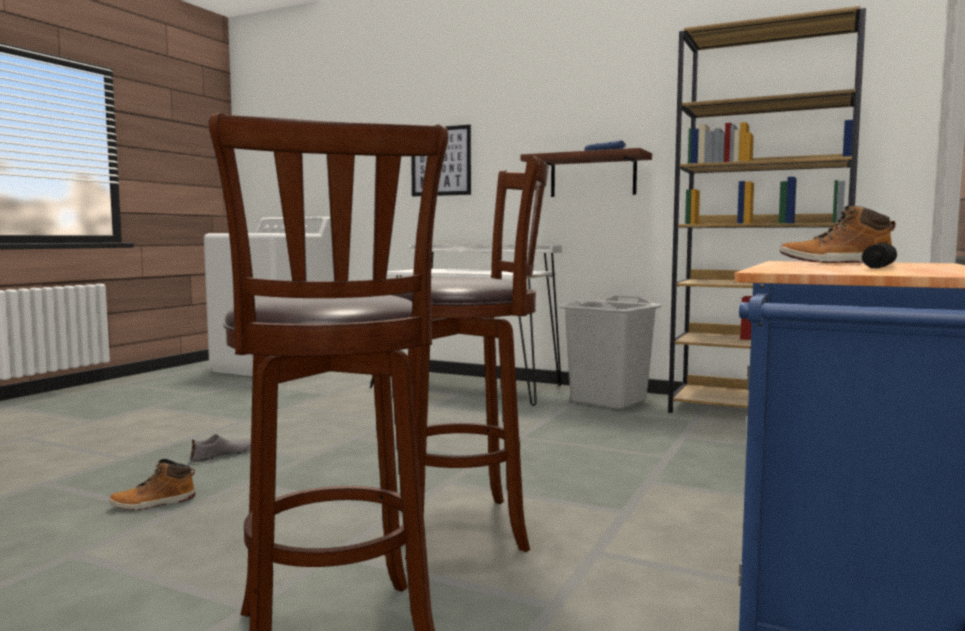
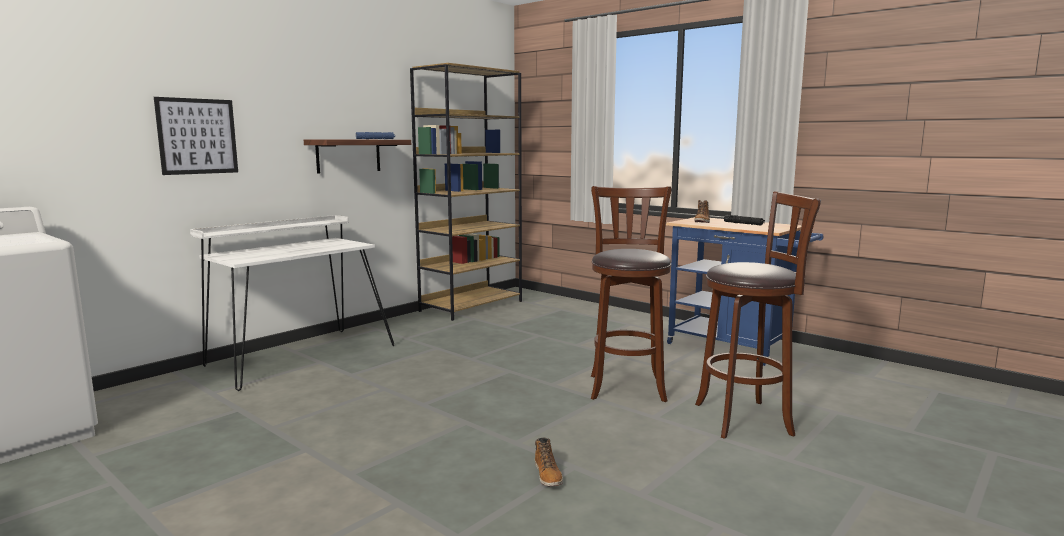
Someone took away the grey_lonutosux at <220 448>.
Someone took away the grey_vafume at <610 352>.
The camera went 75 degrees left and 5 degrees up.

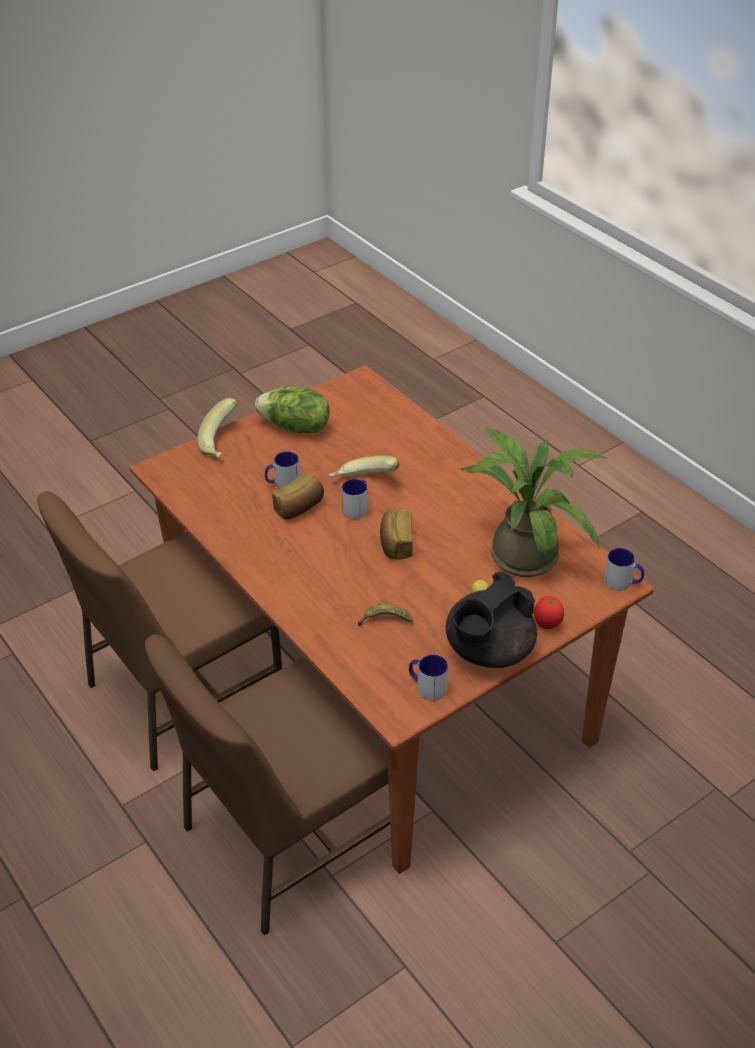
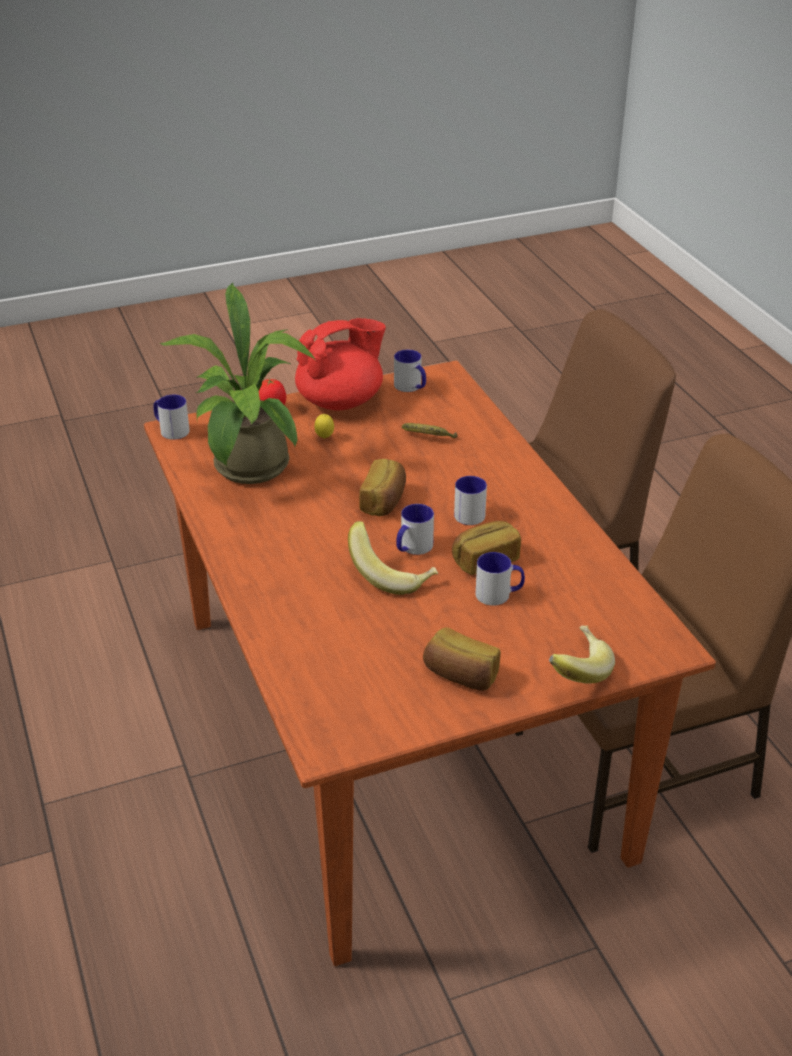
Someone swapped the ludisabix at <292 410> for the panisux at <462 659>.
Someone repainted the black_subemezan at <491 620>, which became the red_subemezan at <340 364>.
Someone put down the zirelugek at <470 500>.
The camera went 165 degrees left and 5 degrees down.

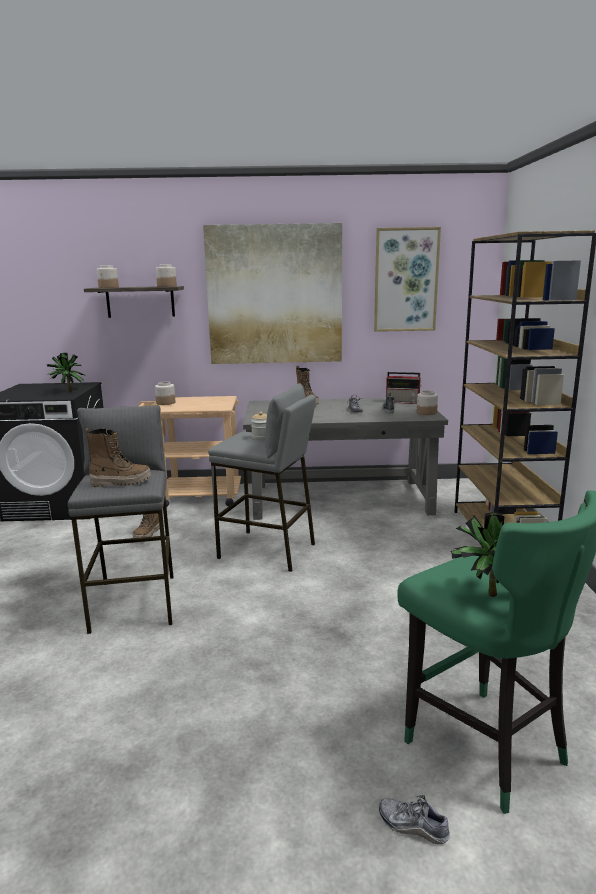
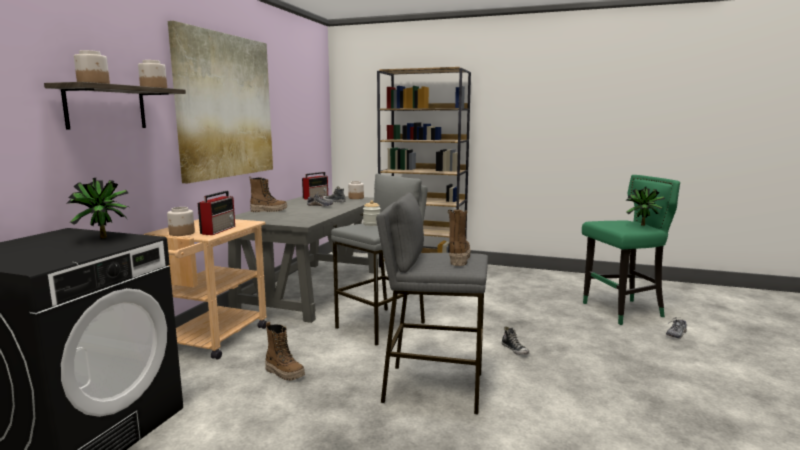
Someone took away the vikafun at <407 279>.
Someone put down the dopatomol at <216 213>.
Someone put down the lonutosux at <515 340>.
The camera went 70 degrees left and 5 degrees down.

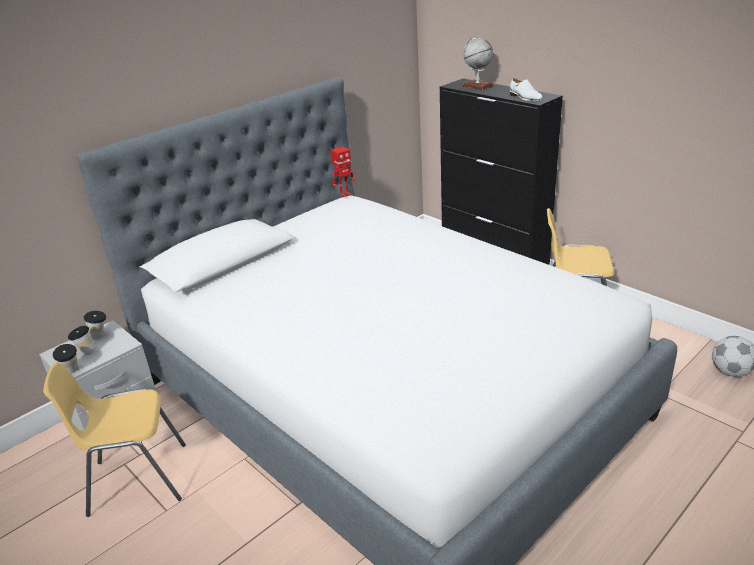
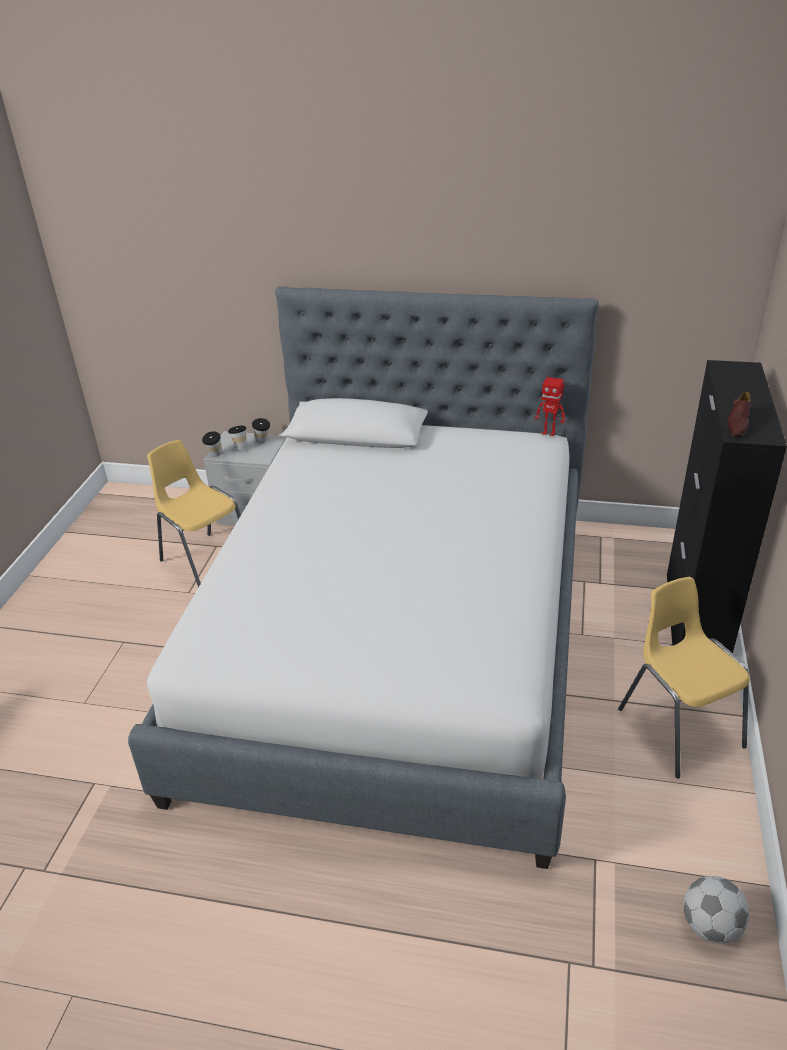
Someone took away the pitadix at <478 63>.
Someone repainted the white_lonutosux at <526 89>, which became the brown_lonutosux at <739 414>.
The camera went 55 degrees right and 5 degrees up.

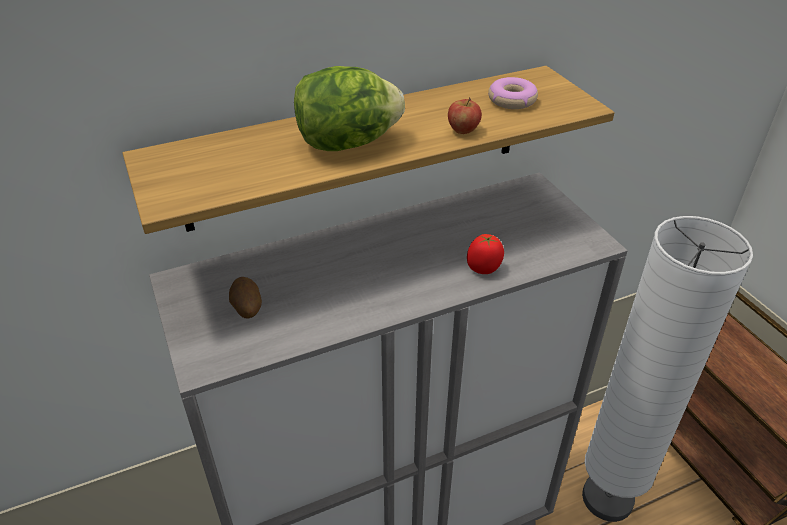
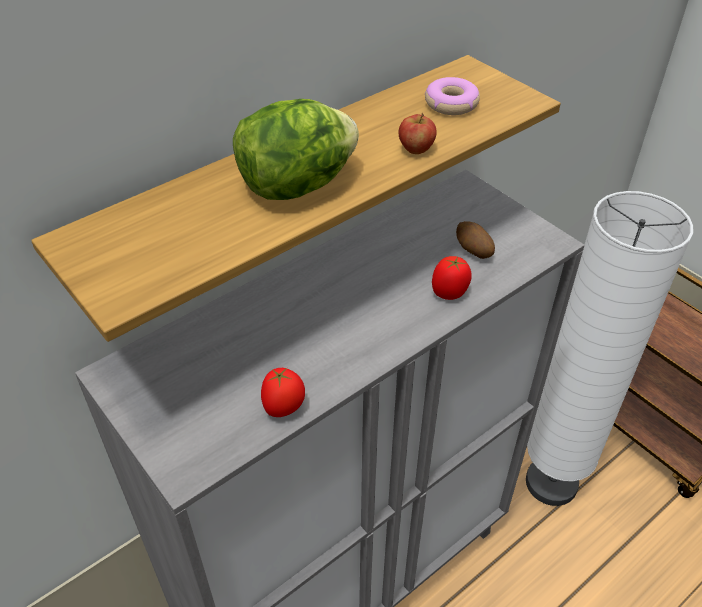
Someone carried the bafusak from <245 297> to <475 240>.
Someone put down the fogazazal at <283 392>.
The camera went 15 degrees left and 5 degrees up.

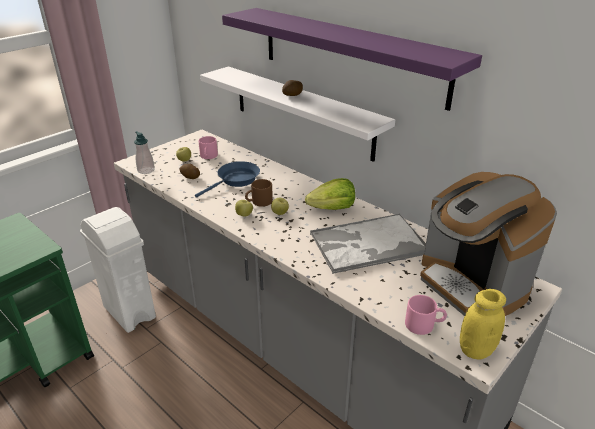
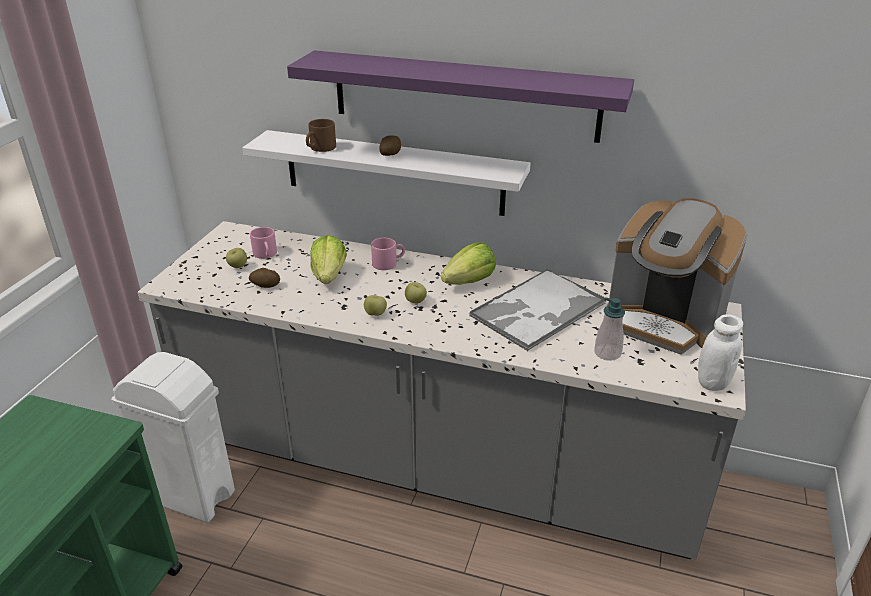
Someone carried the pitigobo from <144 152> to <609 329>.
Someone swapped the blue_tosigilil at <227 179> for the ludisabix at <328 259>.
Someone carried the brown_zirelugek from <259 193> to <321 135>.
Someone carried the pink_zirelugek from <426 315> to <388 254>.
Someone repainted the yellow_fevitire at <483 324>, which became the white_fevitire at <720 352>.
The camera went 25 degrees left and 0 degrees up.

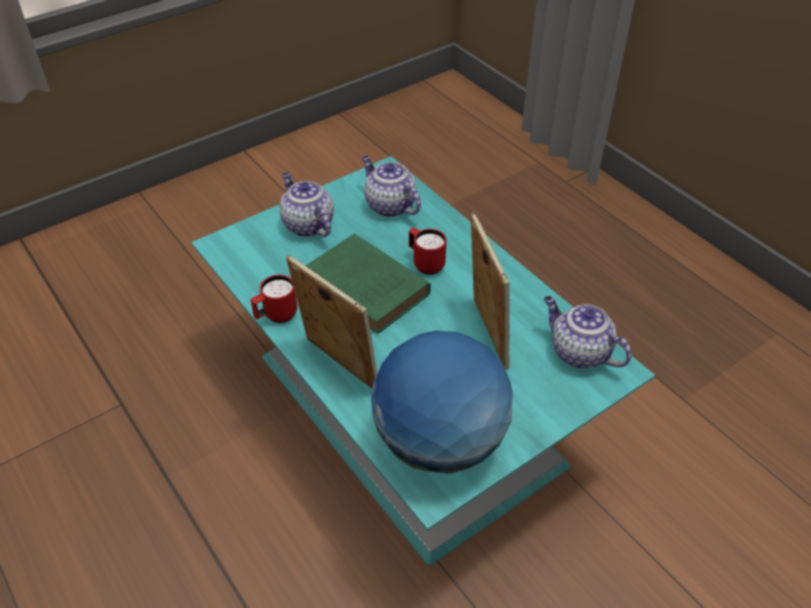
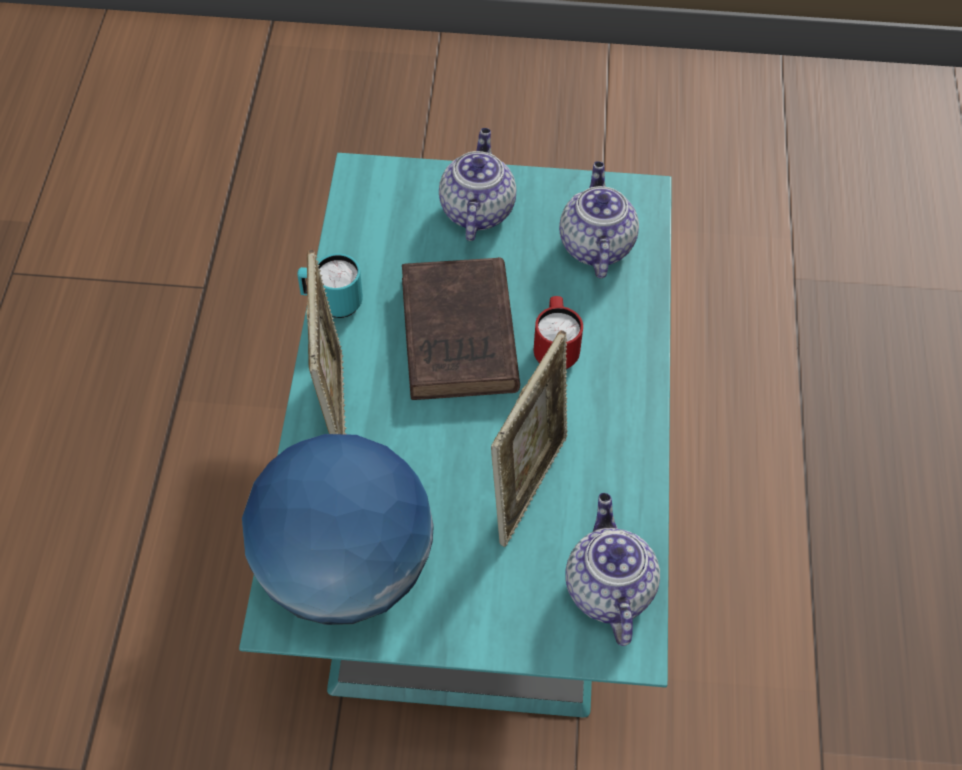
Someone repainted the red_zirelugek at <273 299>, which became the turquoise_zirelugek at <330 286>.
Someone repainted the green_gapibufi at <368 284>, which became the brown_gapibufi at <461 328>.
The camera went 40 degrees right and 10 degrees up.

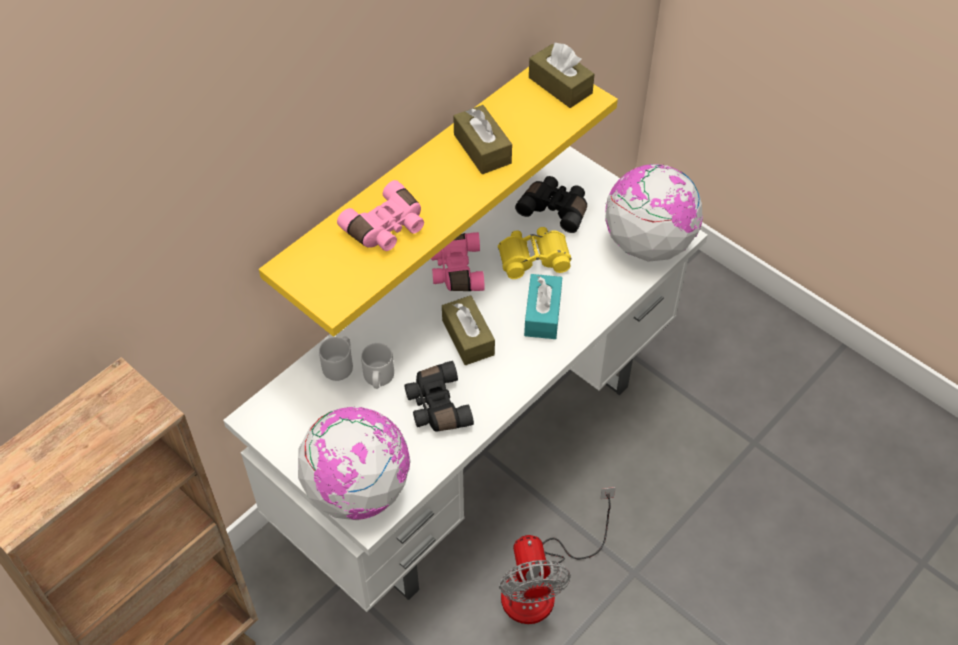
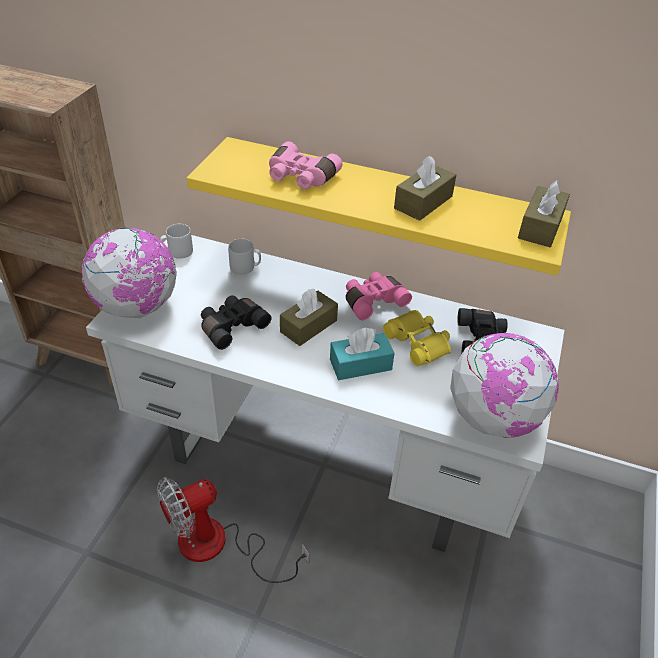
Someone carried the grey_zirelugek from <377 366> to <176 241>.
The camera went 65 degrees right and 10 degrees down.

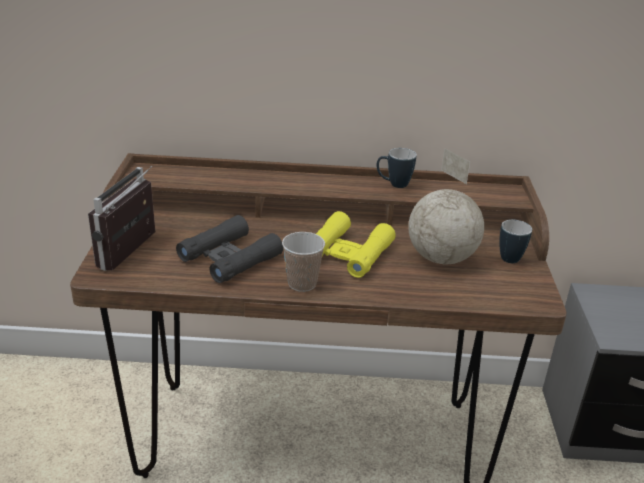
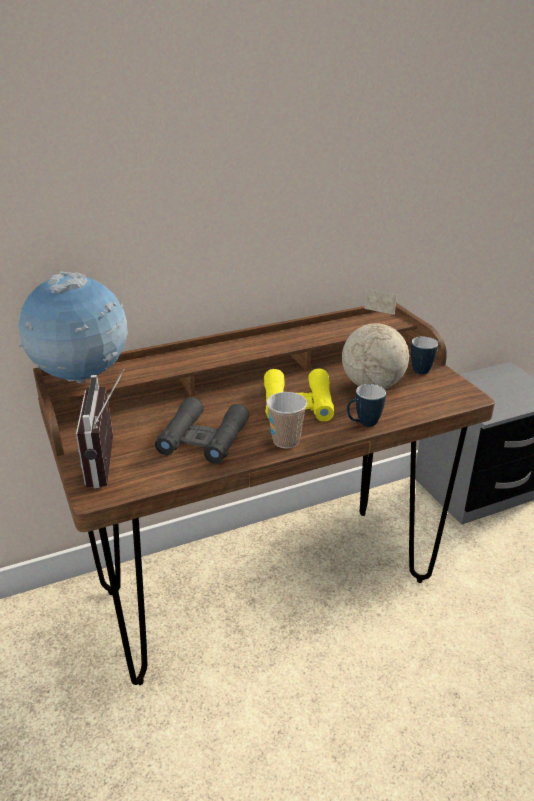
Someone carried the zirelugek from <396 168> to <366 405>.
Someone put down the pitadix at <73 327>.
The camera went 25 degrees left and 0 degrees up.

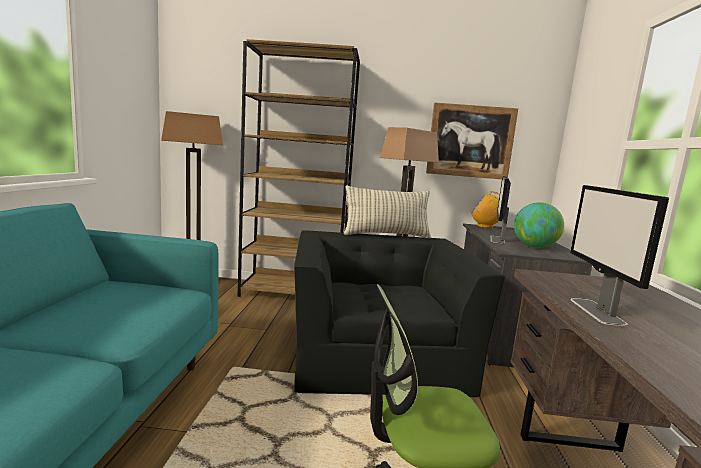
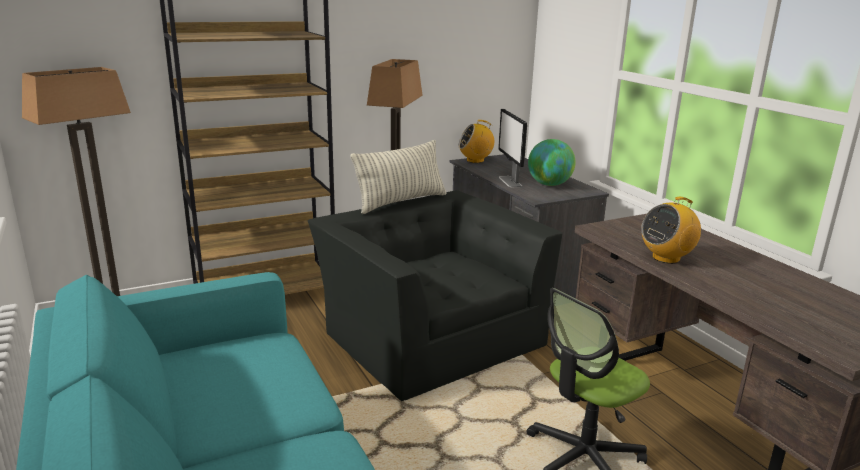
Someone took away the vikafun at <472 140>.
Someone swapped the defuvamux at <619 255> for the dopatomol at <671 230>.
The camera went 30 degrees left and 10 degrees up.

